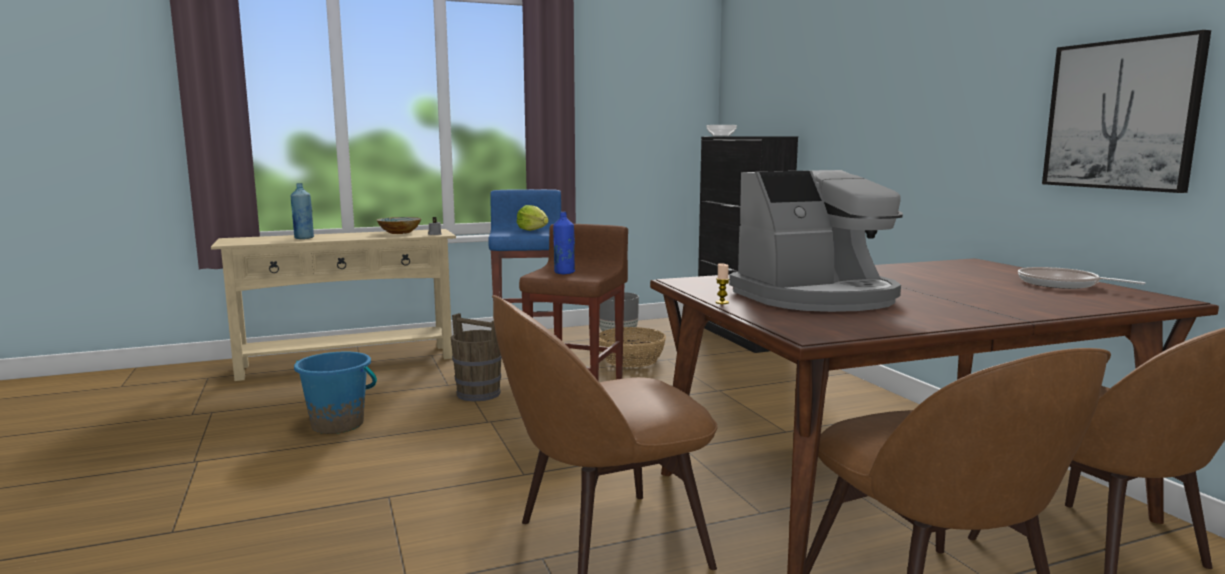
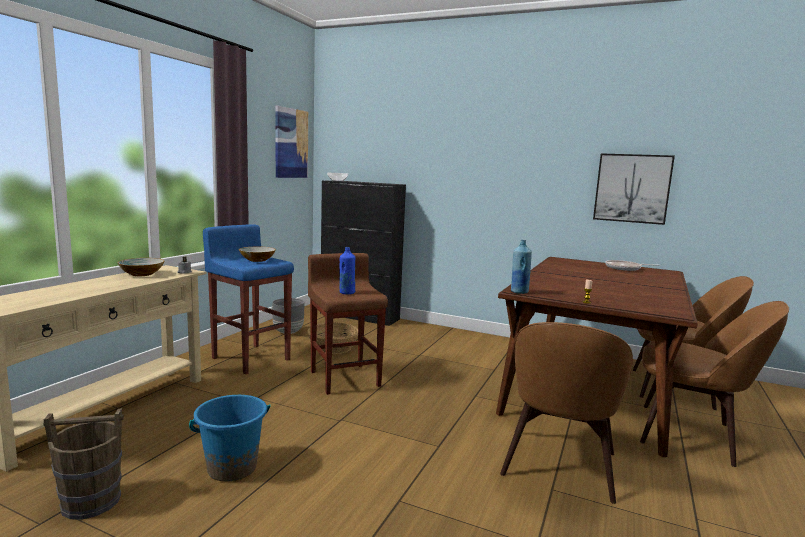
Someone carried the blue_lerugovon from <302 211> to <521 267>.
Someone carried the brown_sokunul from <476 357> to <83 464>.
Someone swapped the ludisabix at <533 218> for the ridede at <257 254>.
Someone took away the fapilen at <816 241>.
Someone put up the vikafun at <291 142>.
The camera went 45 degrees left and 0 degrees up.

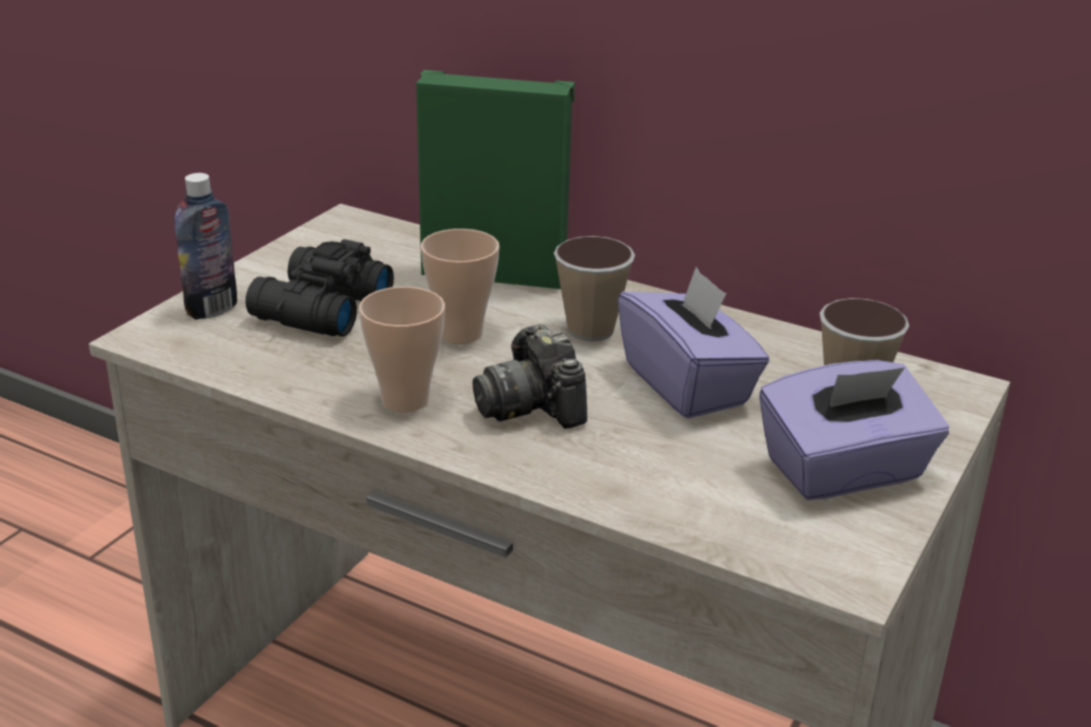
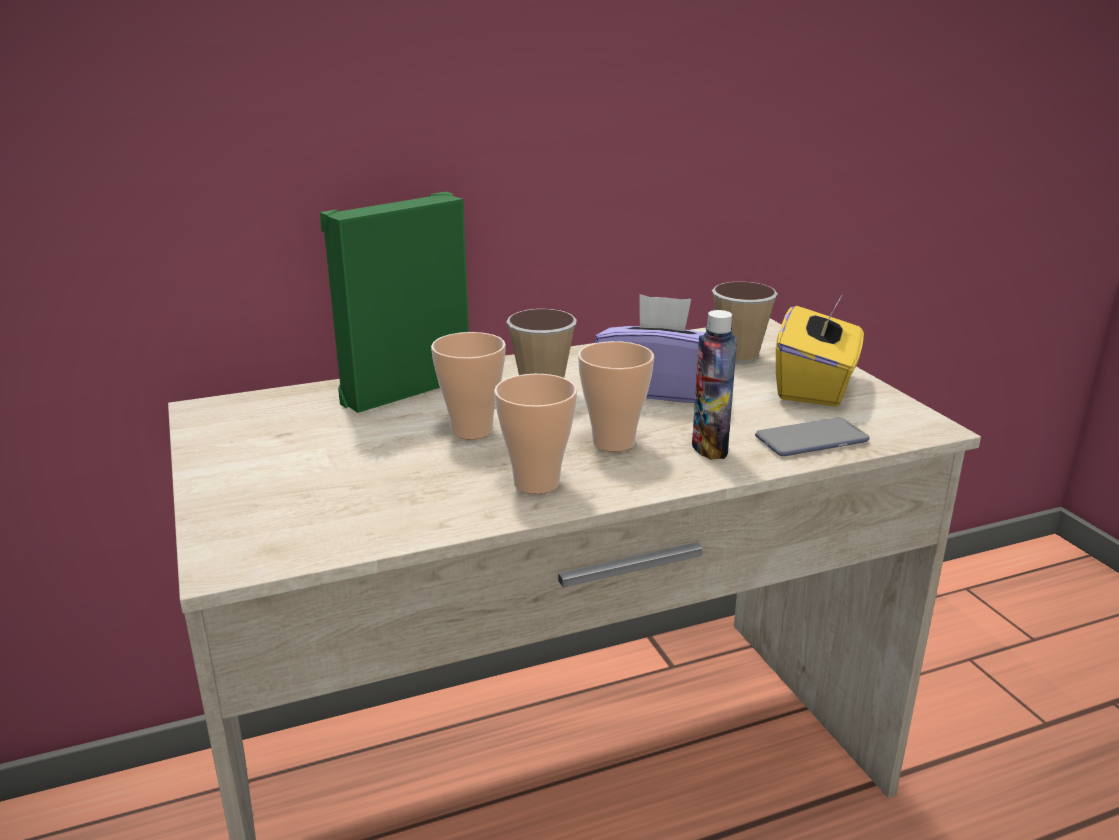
Someone carried the lerugovon from <206 246> to <714 385>.
Someone took away the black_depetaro at <320 288>.
Someone swapped the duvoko at <529 376> for the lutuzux at <616 396>.
Someone repainted the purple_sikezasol at <854 430>, which became the yellow_sikezasol at <820 350>.
Someone put down the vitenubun at <812 436>.
The camera went 50 degrees left and 5 degrees down.

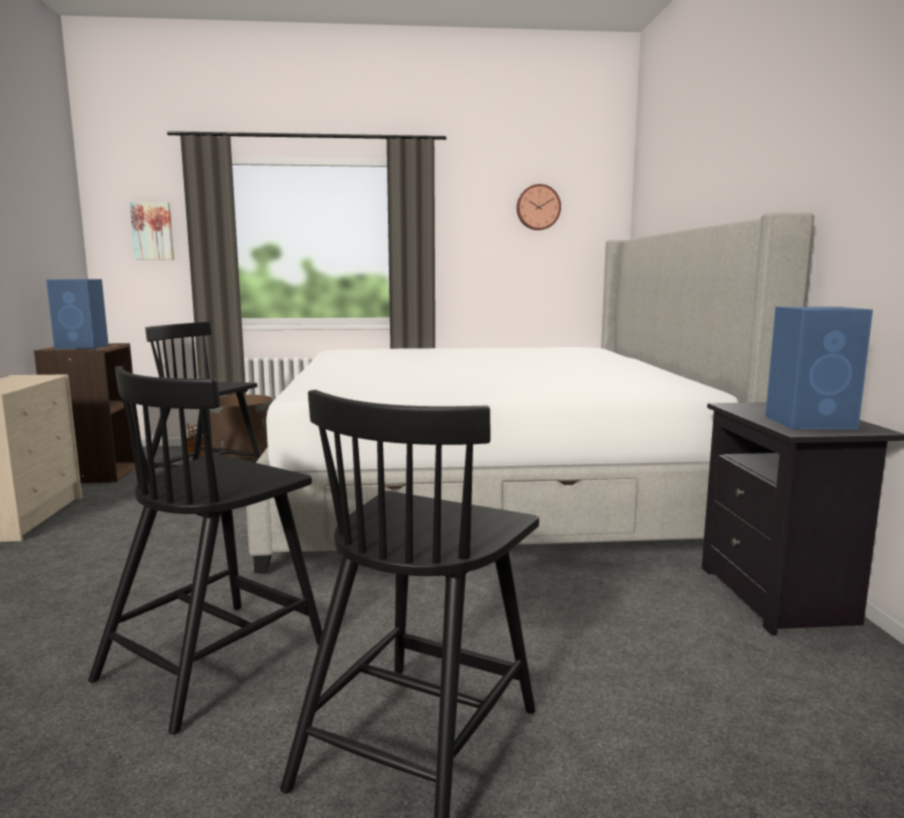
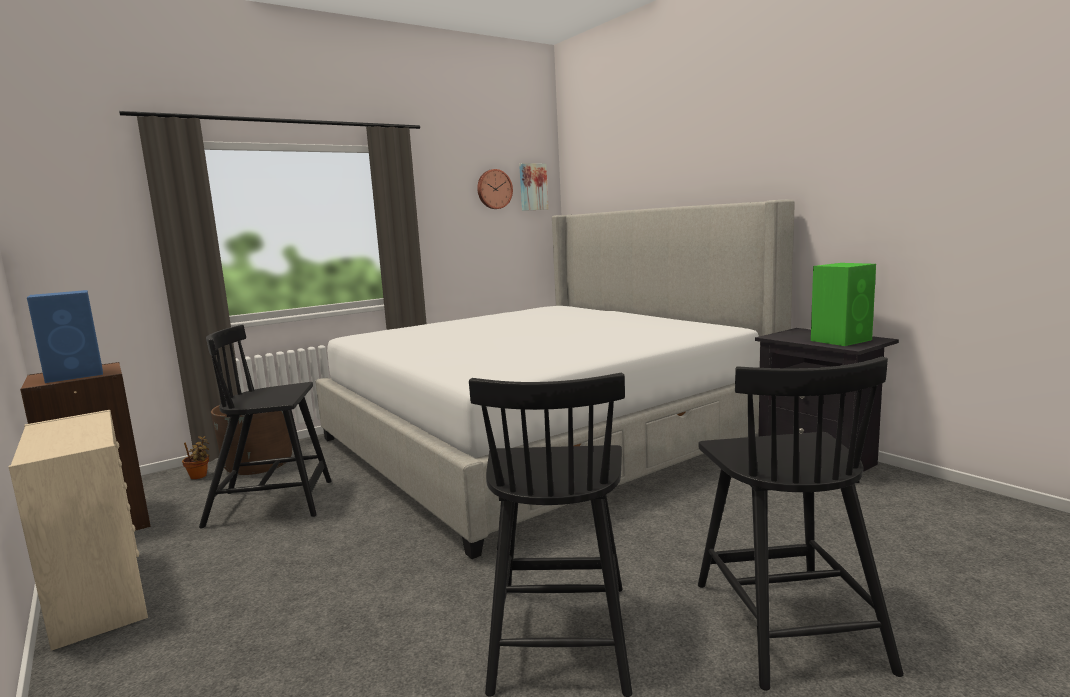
Someone carried the vikafun from <152 231> to <533 187>.
Someone repainted the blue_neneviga at <819 368>, which became the green_neneviga at <843 304>.
The camera went 30 degrees left and 0 degrees up.

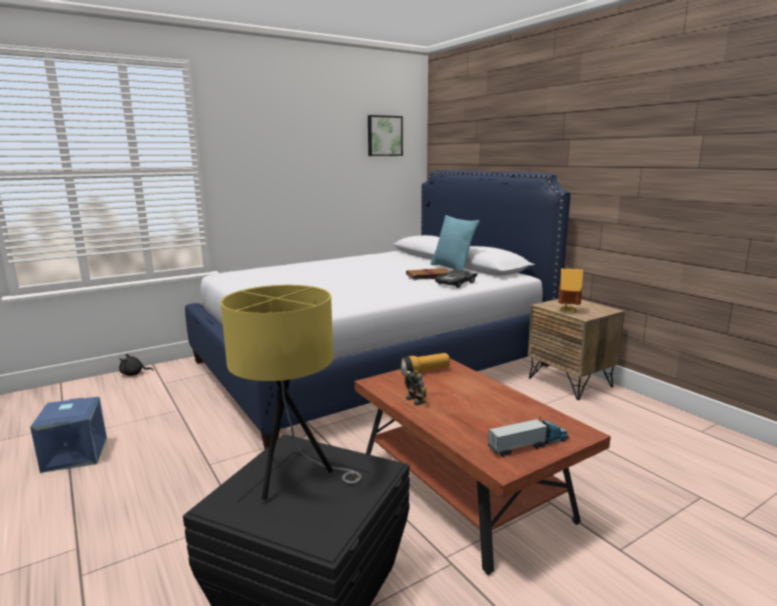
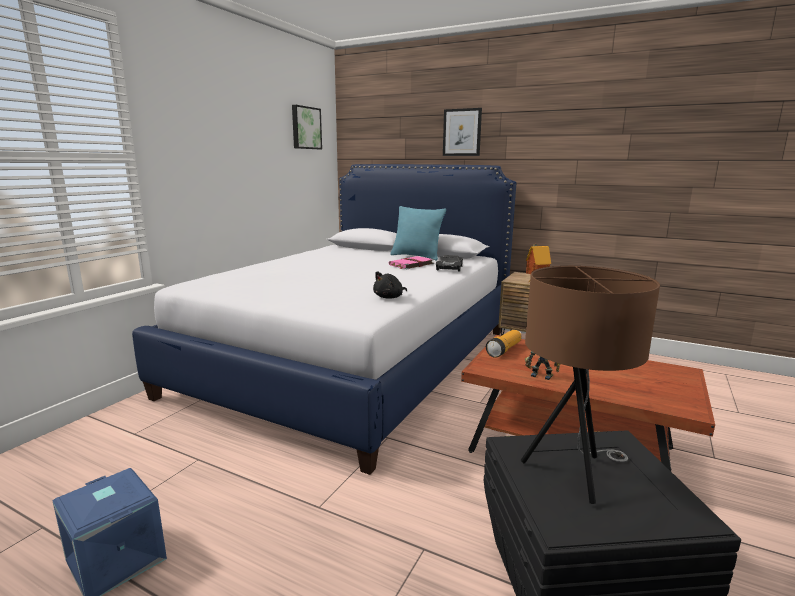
Someone carried the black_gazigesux from <136 365> to <390 285>.
Someone repainted the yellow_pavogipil at <291 392>, which became the brown_pavogipil at <590 385>.
Someone repainted the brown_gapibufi at <428 274>, which became the pink_gapibufi at <411 262>.
Someone took away the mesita at <528 437>.
Someone put up the vikafun at <462 132>.
The camera went 30 degrees left and 0 degrees up.

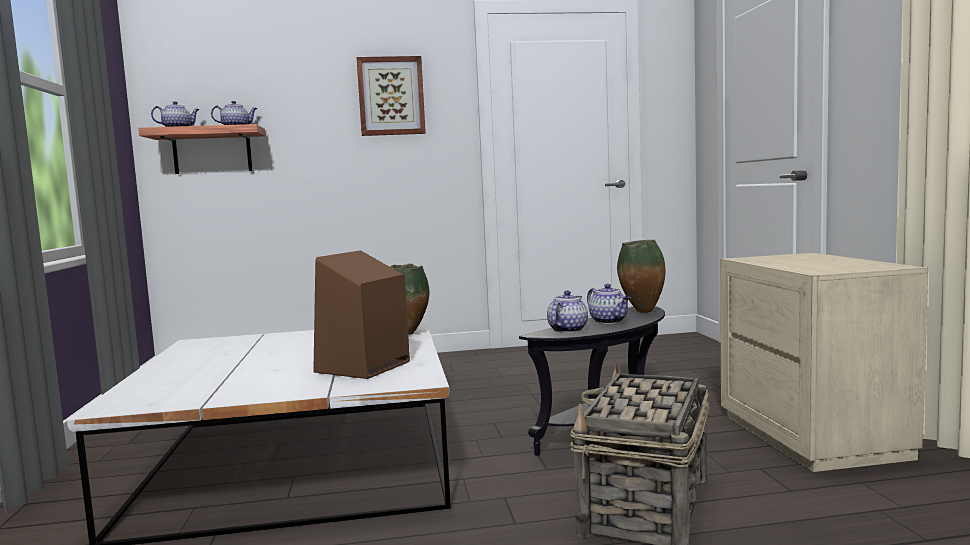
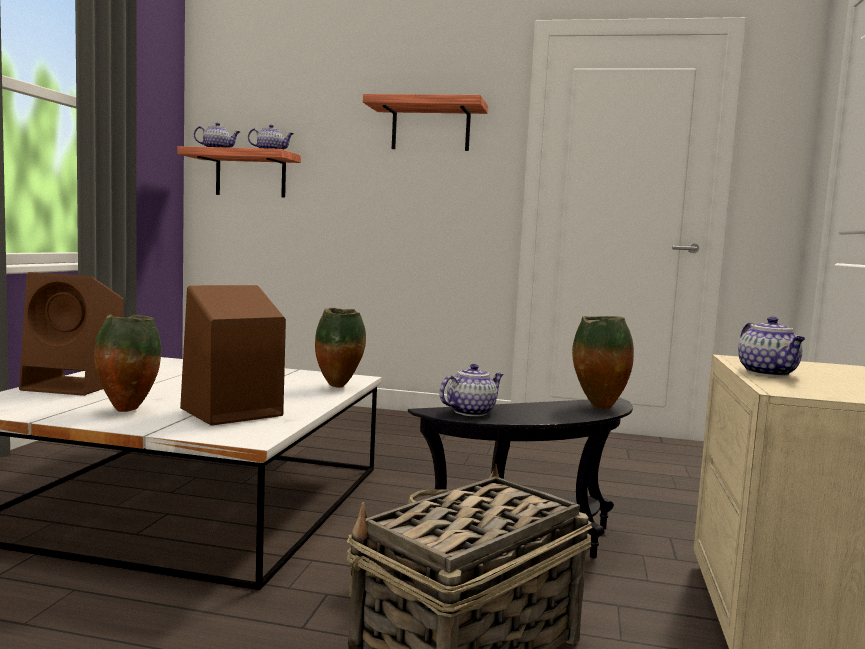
Someone swapped the vikafun at <391 96> for the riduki at <425 122>.
Someone carried the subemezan from <608 304> to <771 346>.
Someone put down the brown_neneviga at <71 334>.
Someone put down the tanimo at <127 363>.
The camera went 20 degrees right and 0 degrees up.

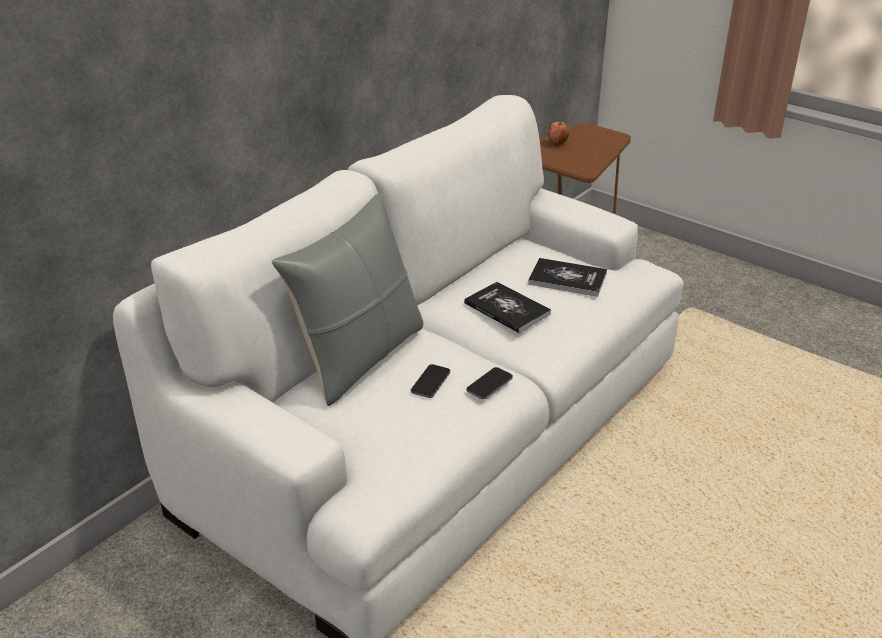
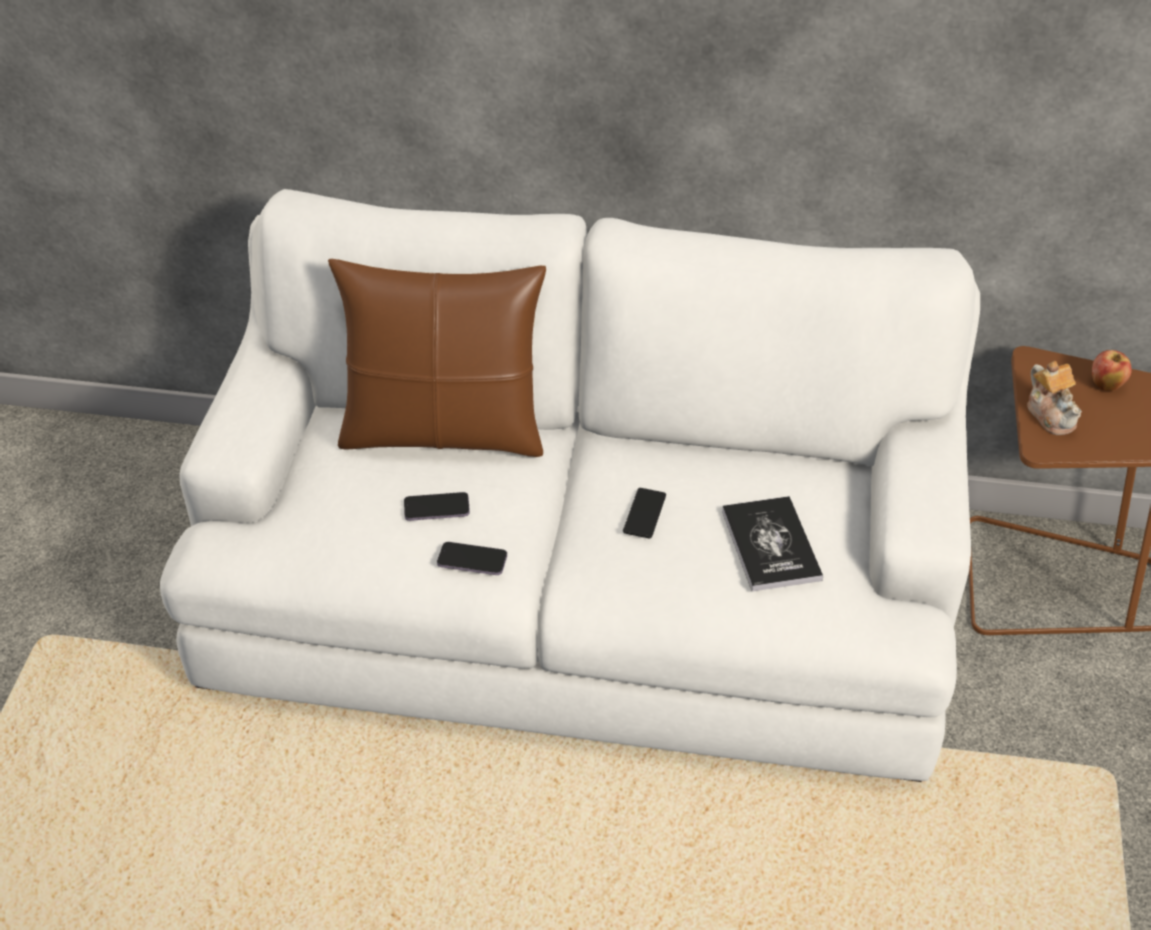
Someone repainted the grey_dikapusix at <347 299>, which became the brown_dikapusix at <437 358>.
Someone swapped the gapibufi at <507 307> for the vitenubun at <644 513>.
Someone put down the subemezan at <1054 398>.
The camera went 60 degrees right and 10 degrees up.

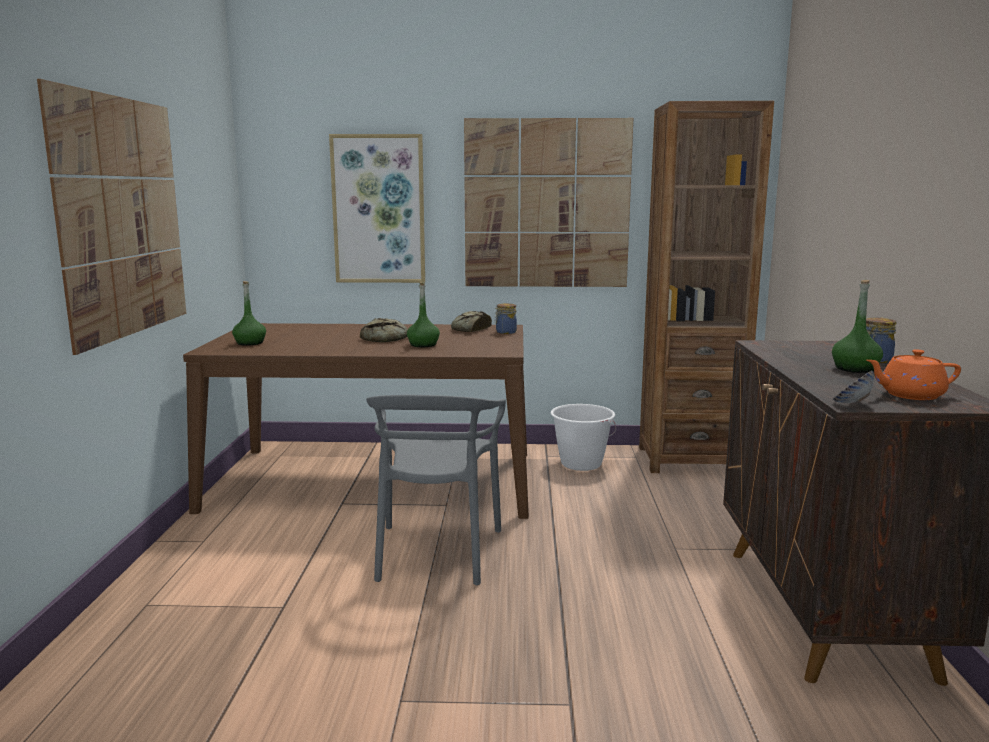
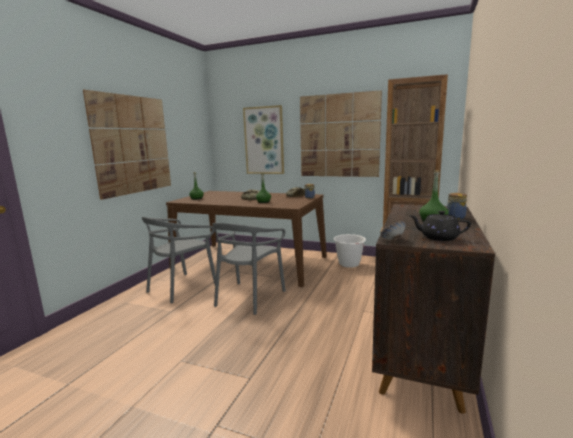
Someone repainted the orange_subemezan at <914 374>, which became the black_subemezan at <440 226>.
Someone put down the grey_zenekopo at <179 260>.
The camera went 20 degrees right and 0 degrees up.

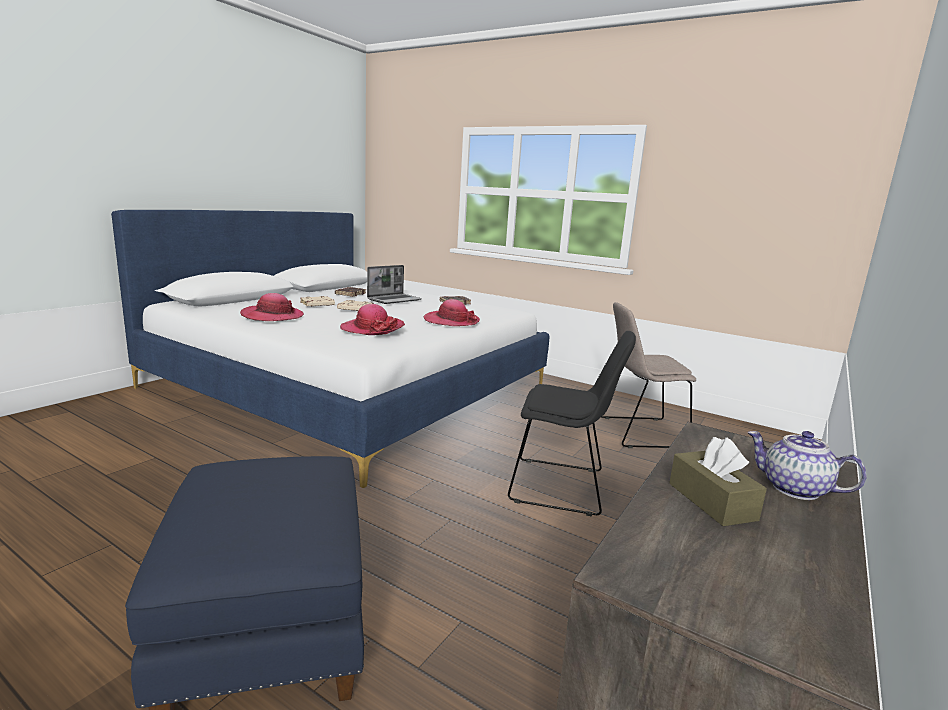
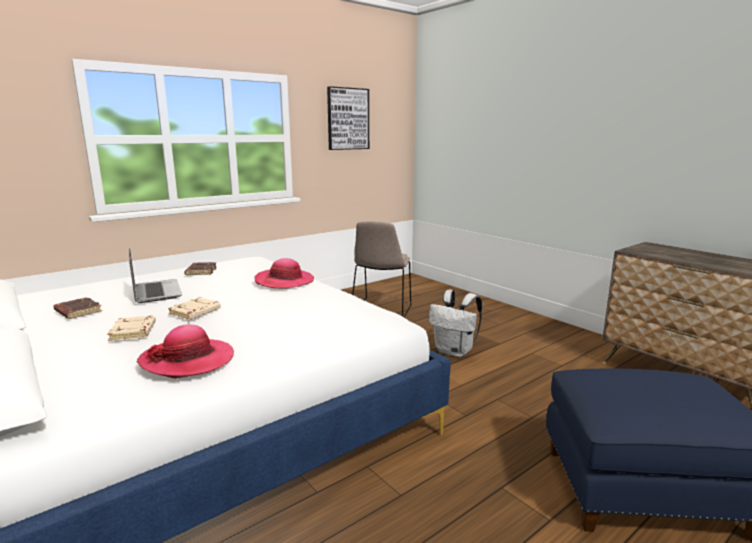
Someone took away the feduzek at <372 319>.
Someone swapped the black_zenekopo at <572 423> for the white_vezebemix at <455 323>.
Someone took away the brown_sikezasol at <718 481>.
Someone took away the subemezan at <807 465>.
Someone put up the vikafun at <348 118>.
The camera went 70 degrees left and 0 degrees up.

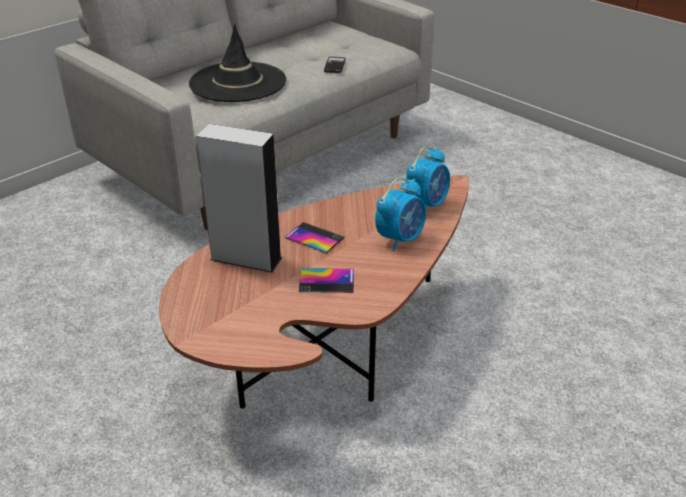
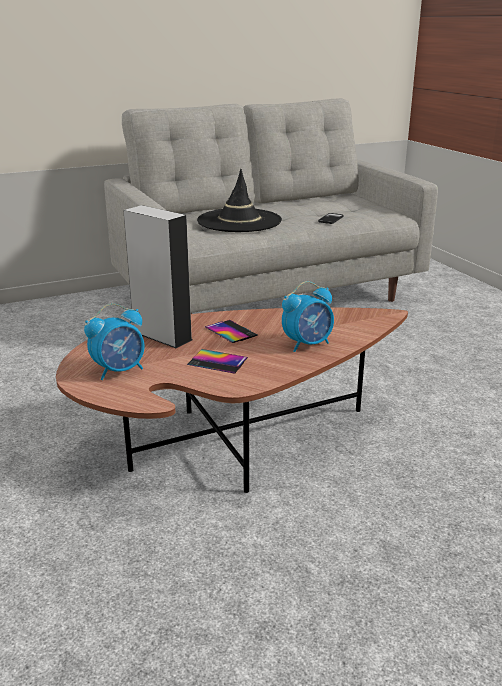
Someone carried the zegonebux from <427 177> to <114 341>.
The camera went 20 degrees right and 10 degrees down.

